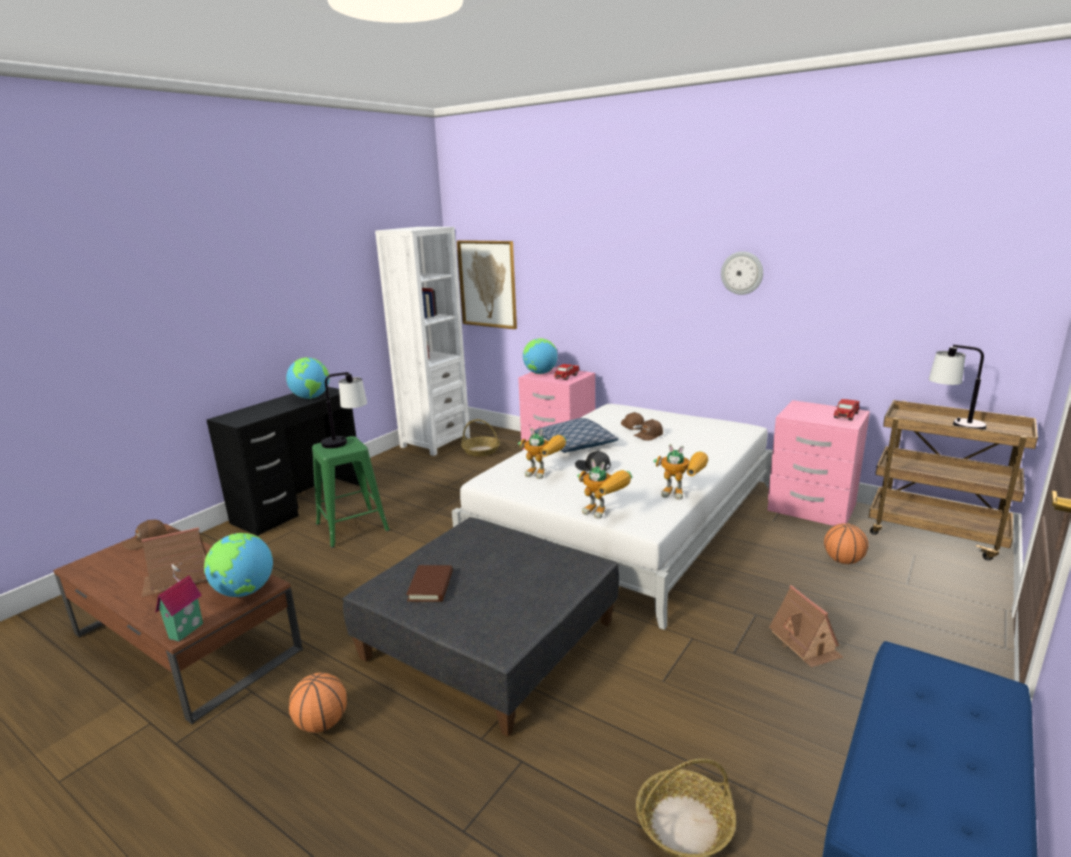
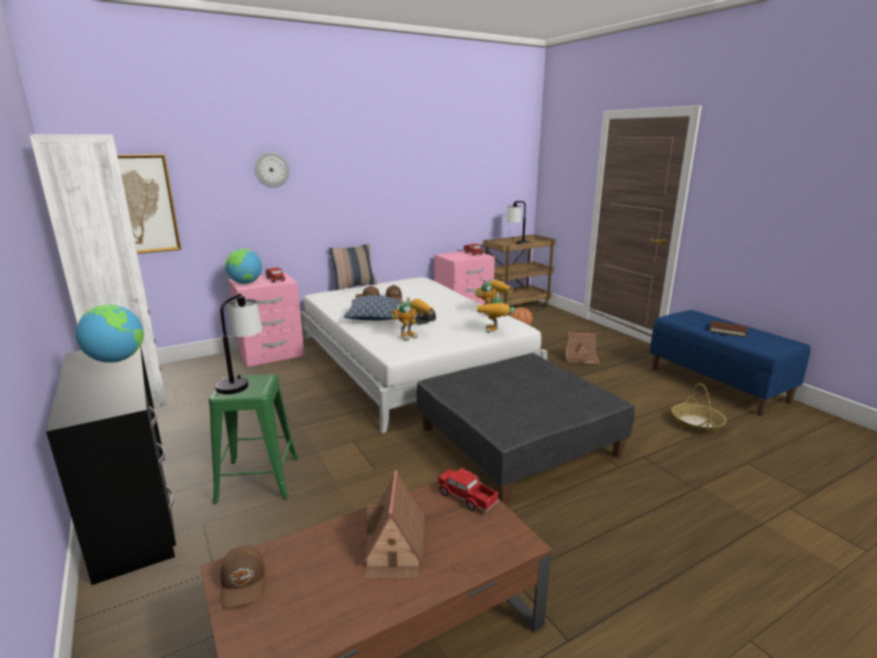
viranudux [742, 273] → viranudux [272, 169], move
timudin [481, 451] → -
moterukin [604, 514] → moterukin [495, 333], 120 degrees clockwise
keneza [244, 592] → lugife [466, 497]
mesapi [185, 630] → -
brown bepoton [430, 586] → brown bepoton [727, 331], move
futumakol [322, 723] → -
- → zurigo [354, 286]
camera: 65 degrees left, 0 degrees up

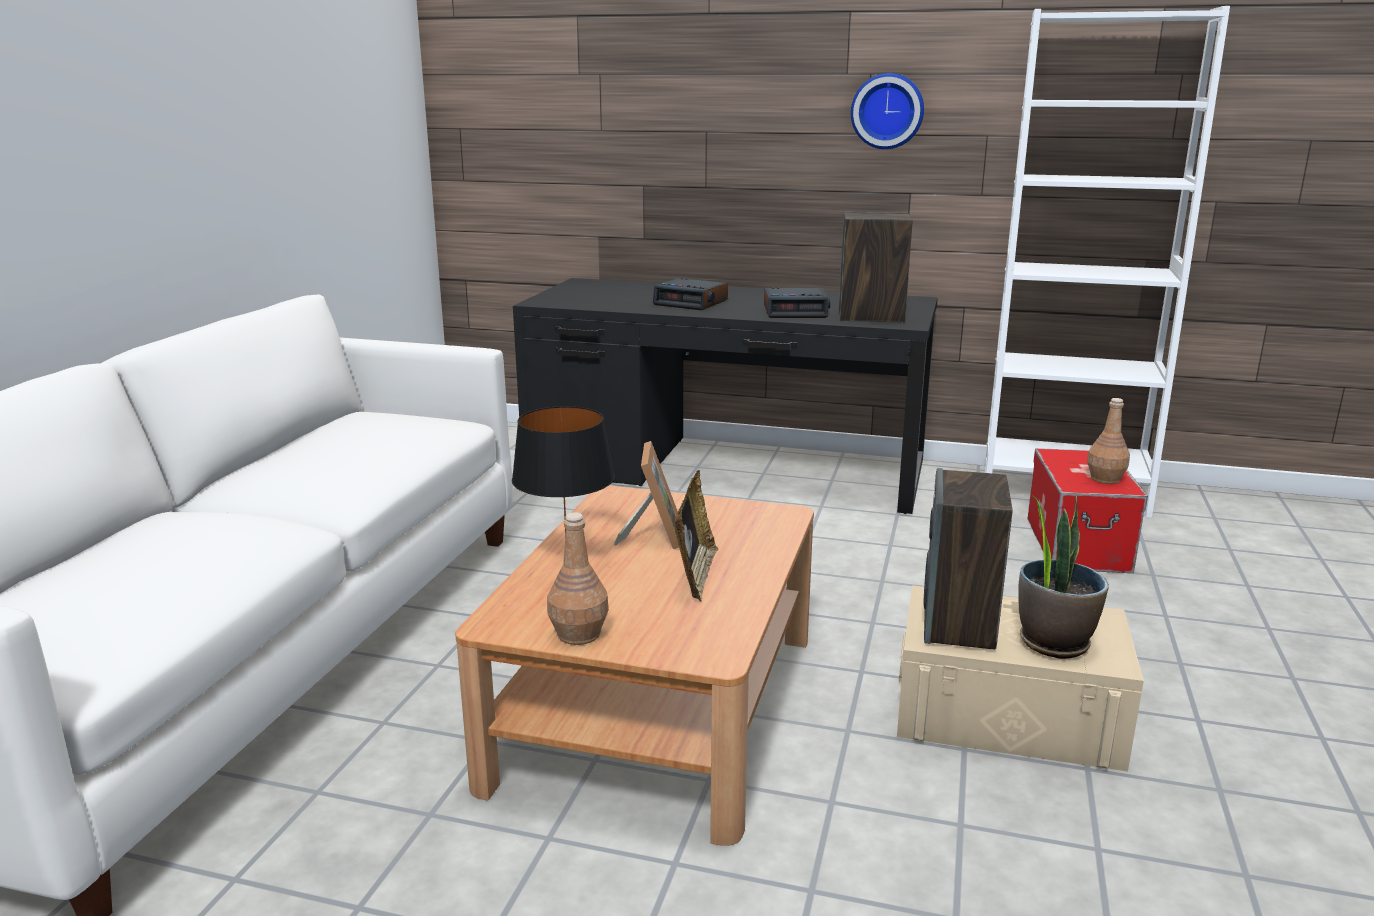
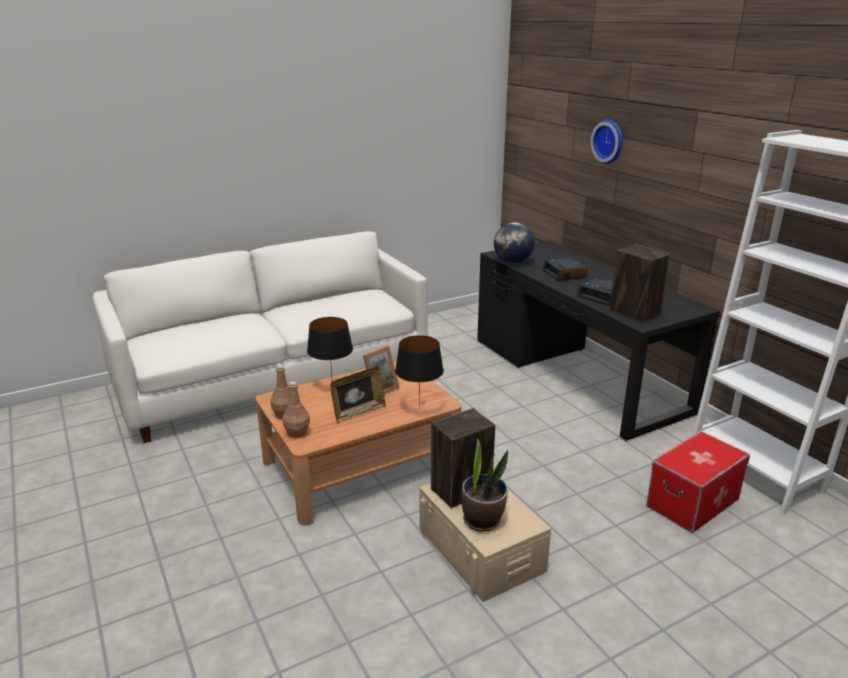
viranudux [887, 111] → viranudux [609, 141], move
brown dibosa [1104, 479] → brown dibosa [297, 432], move
- → keneza [512, 262]
- → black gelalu [418, 408]
camera: 45 degrees right, 5 degrees up

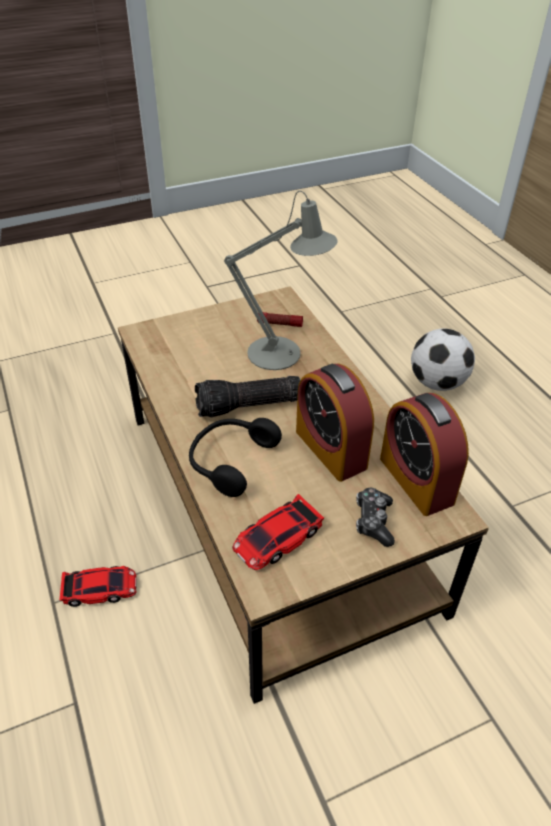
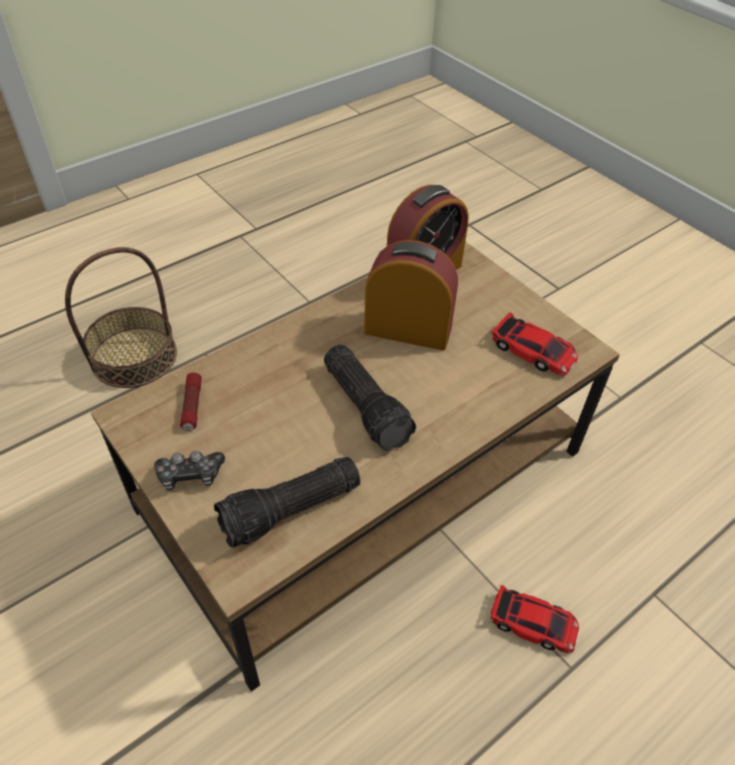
grey gelalu [282, 354] → -
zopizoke [437, 383] → timudin [134, 357]
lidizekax [330, 449] → lidizekax [407, 330], 120 degrees counterclockwise
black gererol [230, 460] → -
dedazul [373, 521] → dedazul [190, 475], move
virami [100, 589] → virami [533, 623], 135 degrees clockwise
- → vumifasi [291, 512]
camera: 105 degrees left, 5 degrees up

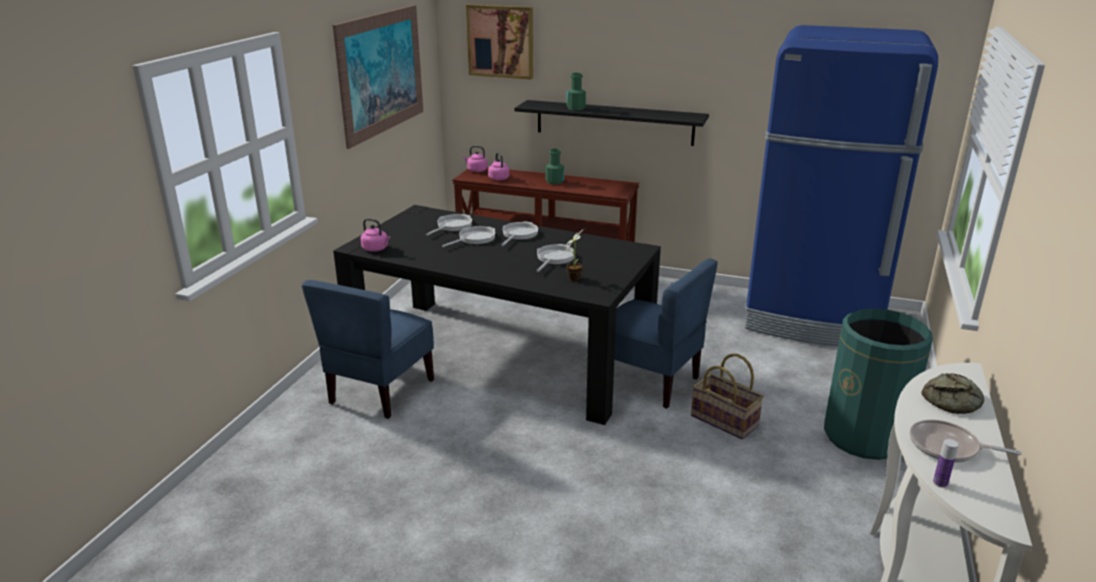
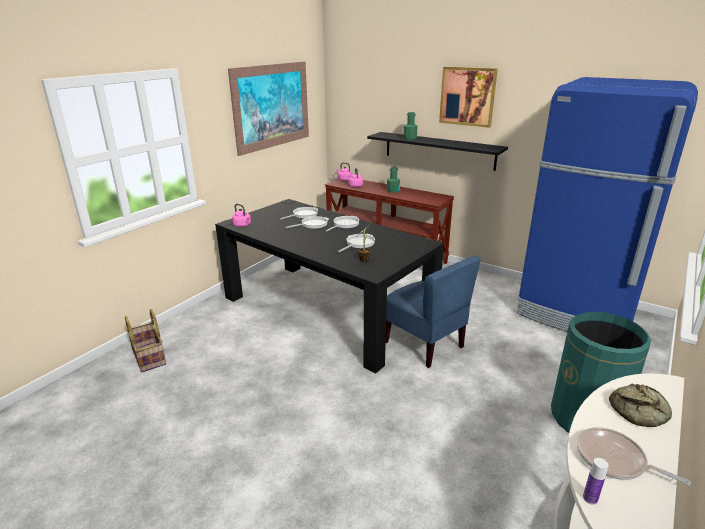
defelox [500, 41] → defelox [467, 96], move
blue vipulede [380, 391] → -
timudin [725, 420] → timudin [150, 357], move
camera: 15 degrees right, 0 degrees up

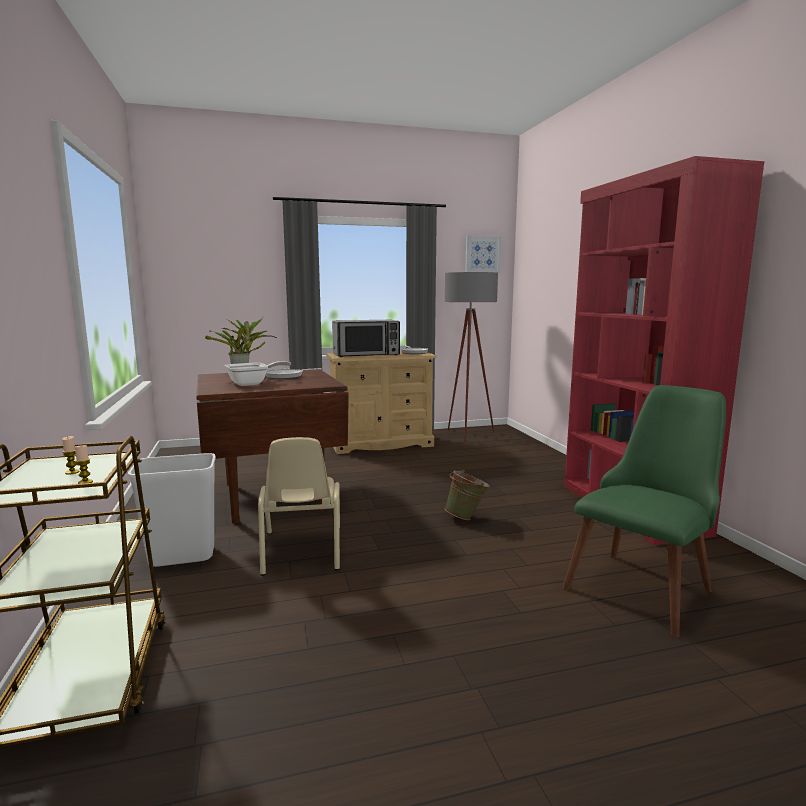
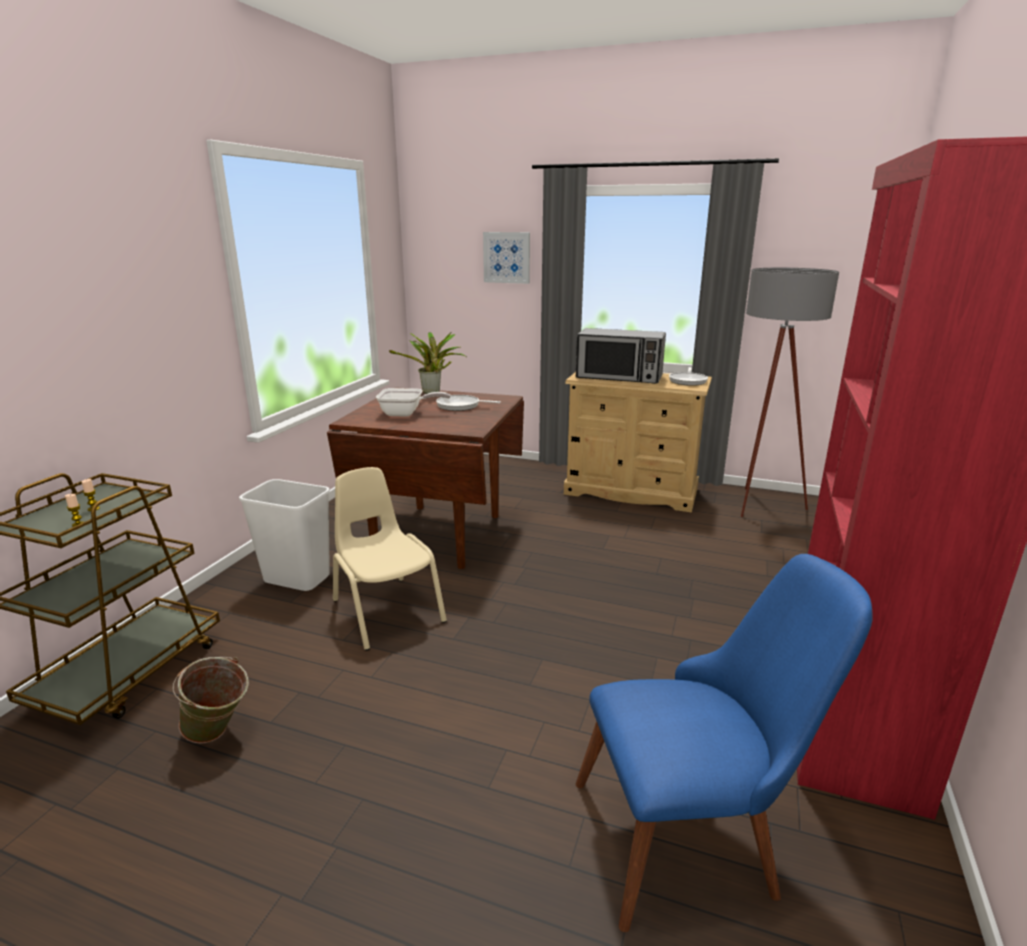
defelox [482, 255] → defelox [507, 257], move
green vipulede [645, 582] → blue vipulede [695, 832]
beige vipulede [301, 550] → beige vipulede [387, 611], 120 degrees clockwise
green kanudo [467, 517] → green kanudo [219, 734], move
camera: 35 degrees right, 10 degrees up

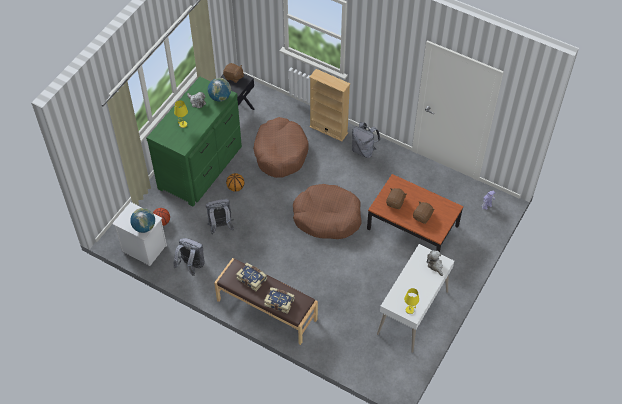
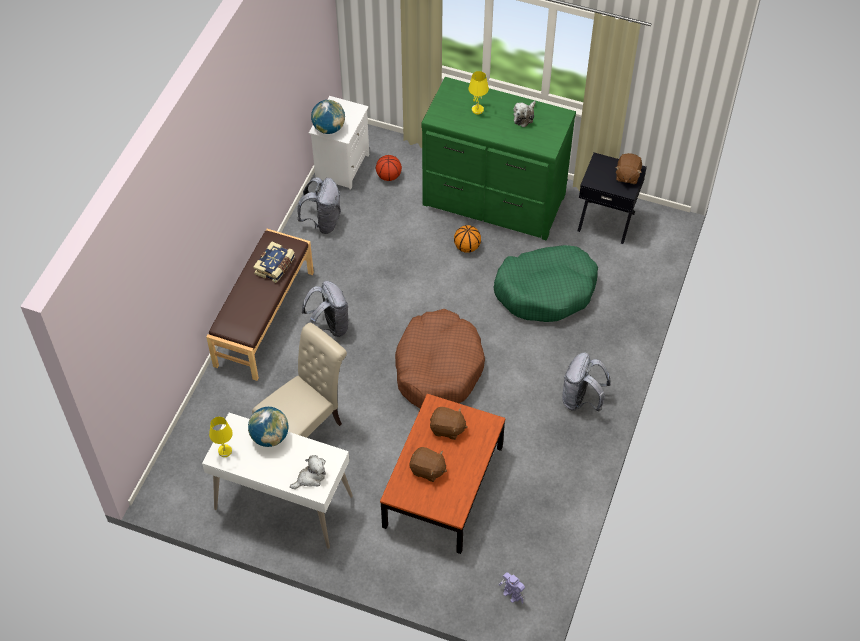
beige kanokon [328, 130] → -
keneza [220, 97] → keneza [270, 437], move
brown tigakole [280, 153] → green tigakole [546, 290]
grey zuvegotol [220, 226] → grey zuvegotol [329, 327], move
bepoton [279, 302] → -
- → beige vipulede [306, 428]
camera: 80 degrees right, 0 degrees up

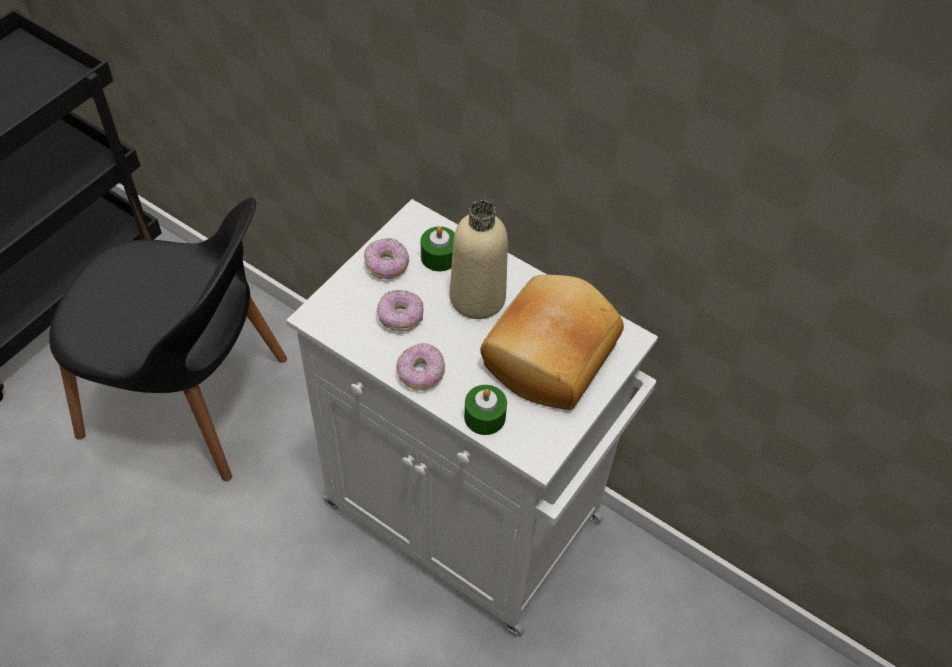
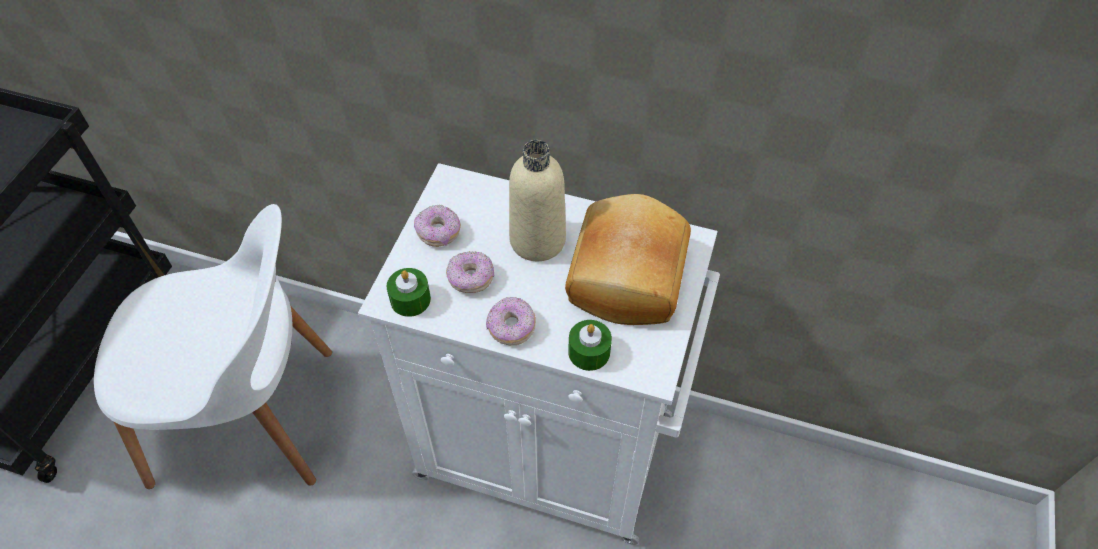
black vipulede [190, 399] → white vipulede [250, 417]
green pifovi [439, 257] → green pifovi [410, 299], move
camera: 15 degrees left, 0 degrees up

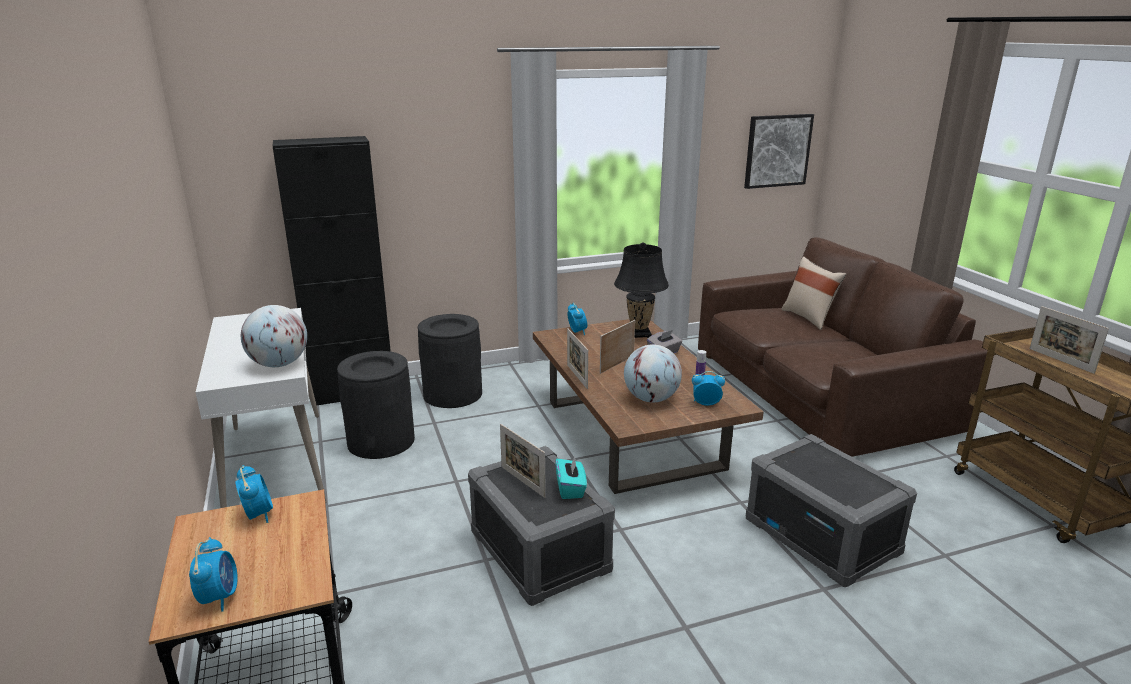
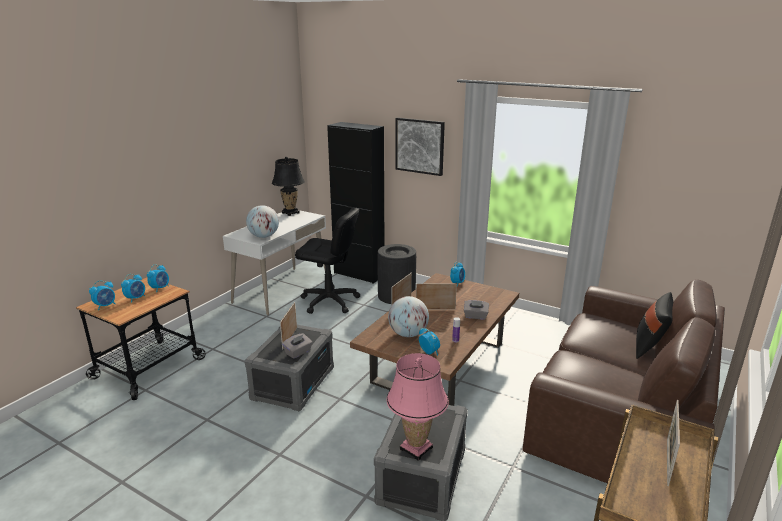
defelox [777, 151] → defelox [420, 146], move
black gelalu [638, 334] → black gelalu [290, 213], move
beige zurigo [809, 318] → black zurigo [649, 347]
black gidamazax [381, 441] → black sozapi [329, 301]
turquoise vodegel [570, 489] → grey vodegel [298, 352]
- → lidizekax [136, 298]
- → pink gelalu [416, 448]
camera: 50 degrees right, 0 degrees up

